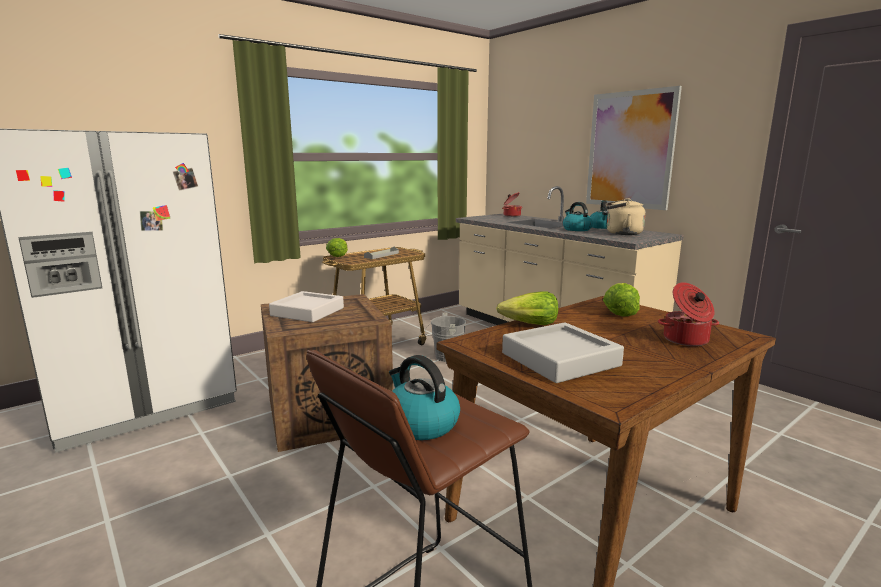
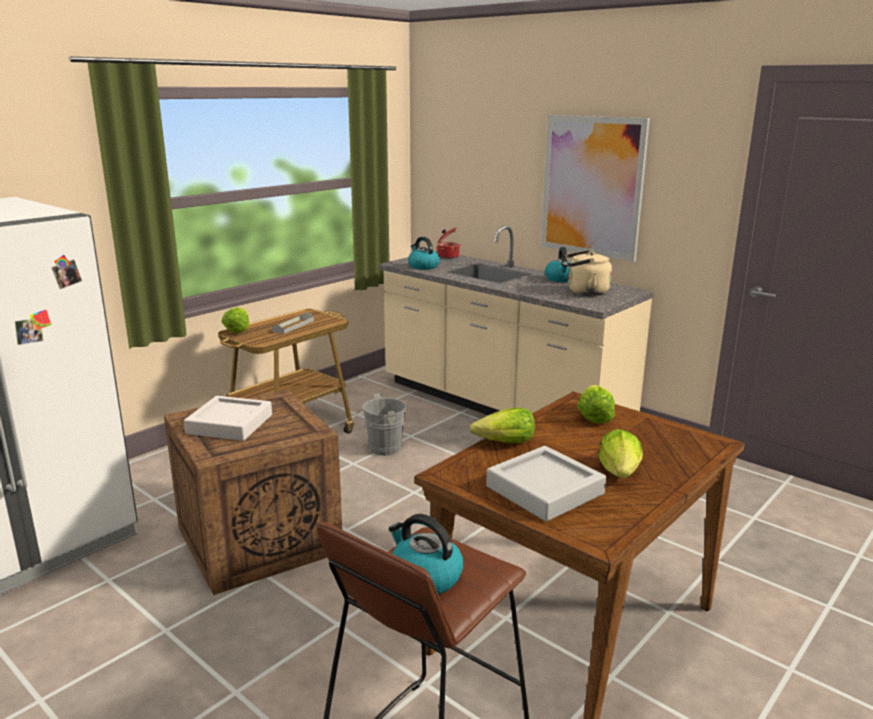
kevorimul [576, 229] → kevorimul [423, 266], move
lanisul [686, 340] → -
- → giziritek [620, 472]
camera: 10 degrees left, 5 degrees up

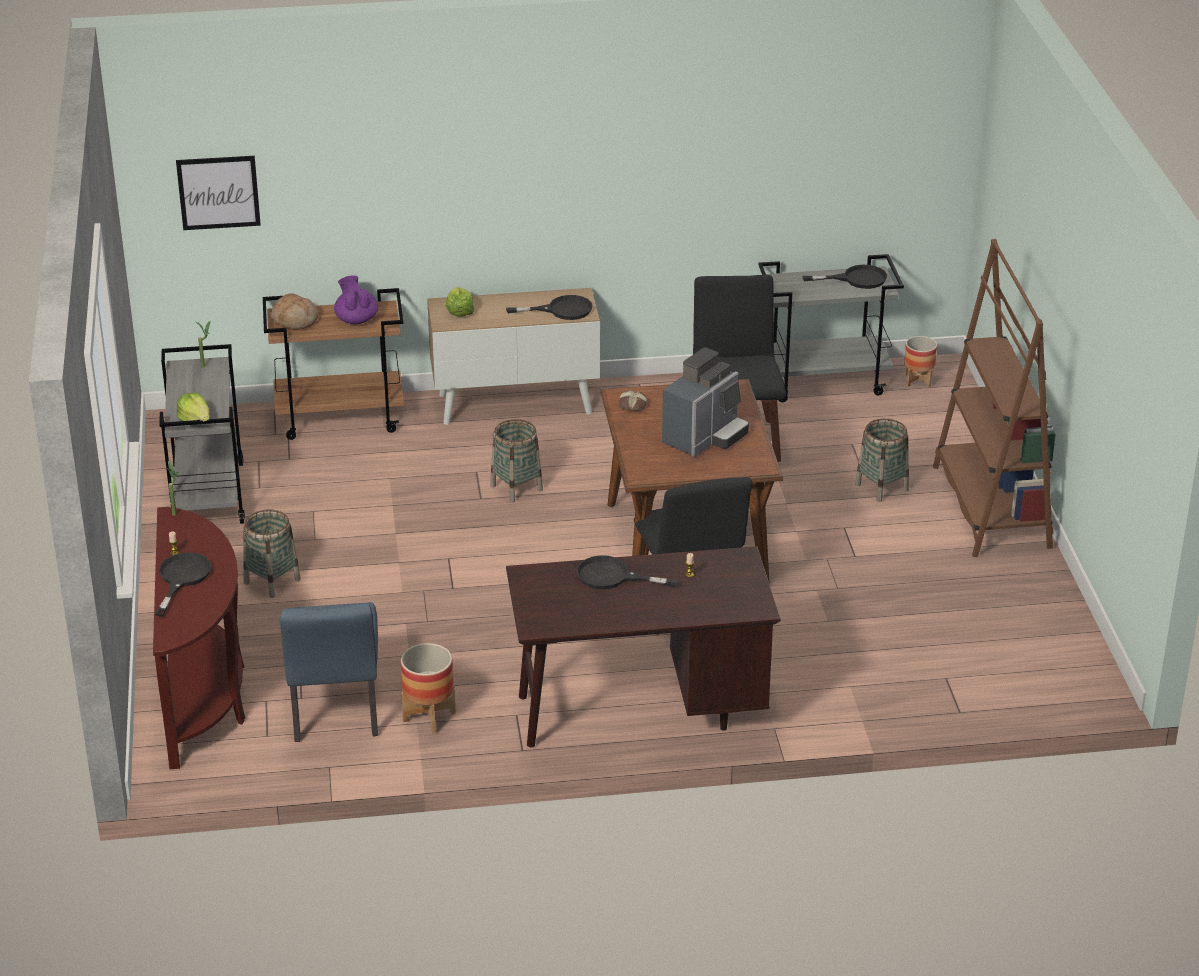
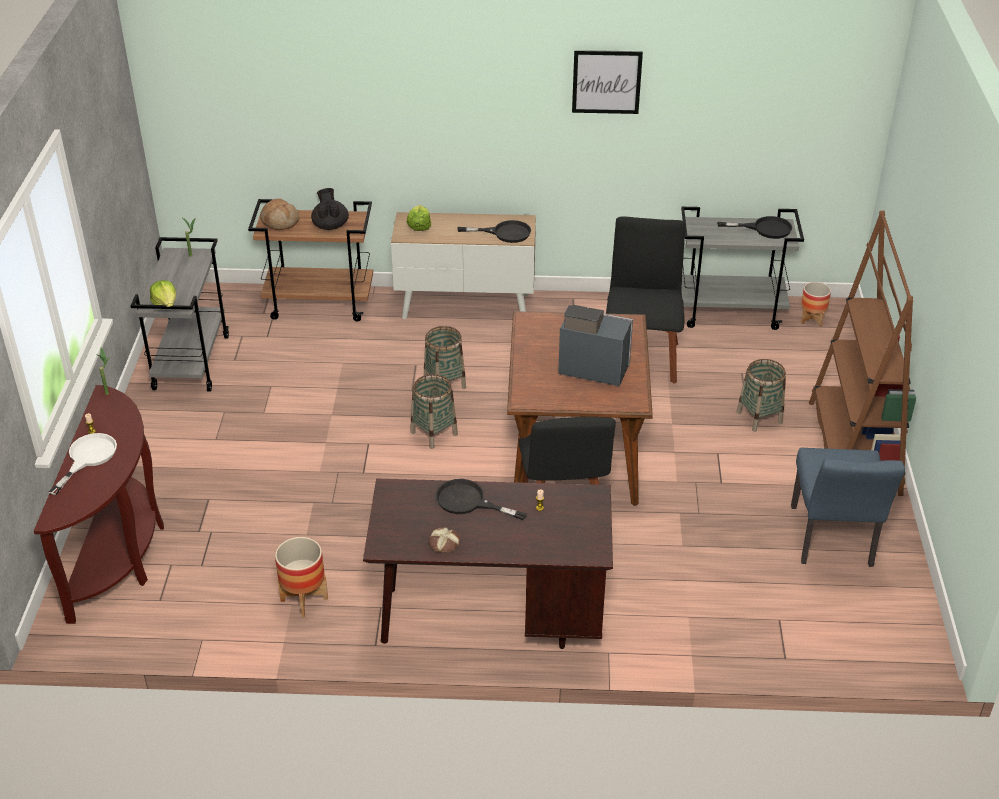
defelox [218, 192] → defelox [606, 81], move
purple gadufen [356, 319] → black gadufen [330, 225]
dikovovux [705, 437] → dikovovux [591, 368], 120 degrees counterclockwise
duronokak [632, 405] → duronokak [443, 544], move
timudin [272, 581] → timudin [434, 433], move
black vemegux [181, 578] → white vemegux [88, 458]
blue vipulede [334, 715] → blue vipulede [832, 542], move
camera: 10 degrees right, 5 degrees up

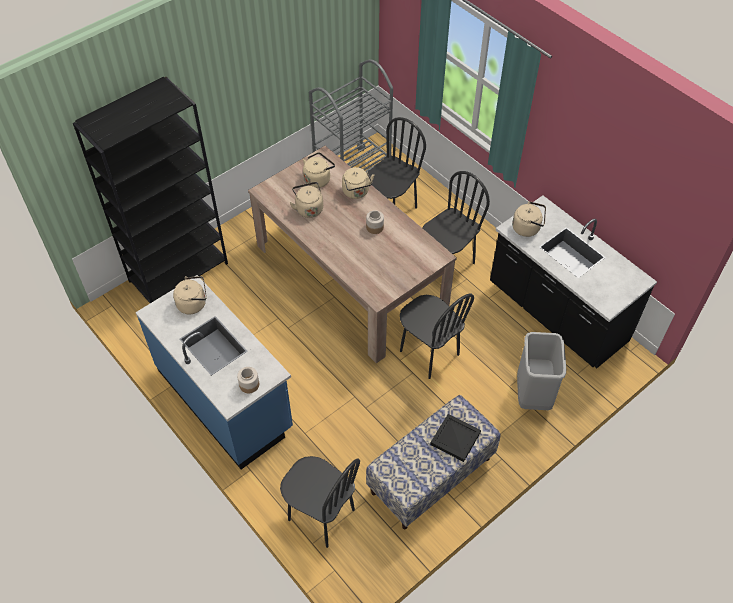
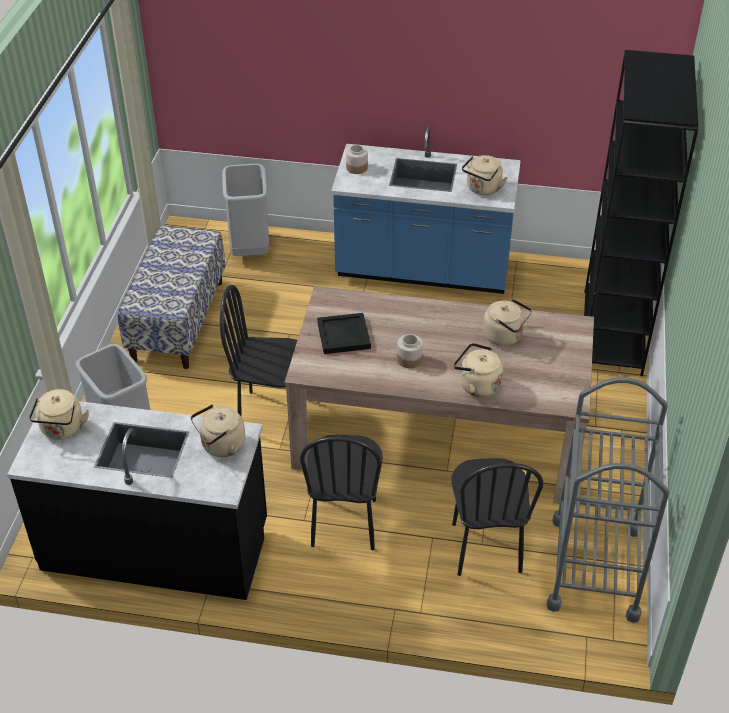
beige kevorimul [318, 179] → beige kevorimul [62, 430], move
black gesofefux [456, 438] → black gesofefux [343, 336], move
black vipulede [321, 515] → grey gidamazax [249, 249]
camera: 140 degrees right, 10 degrees down

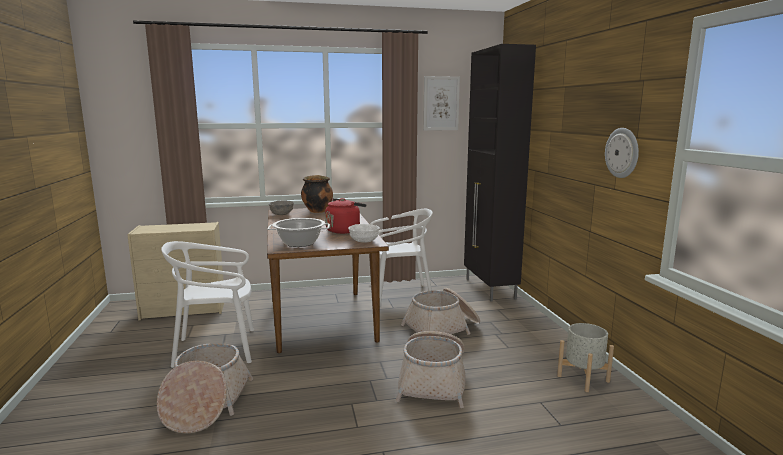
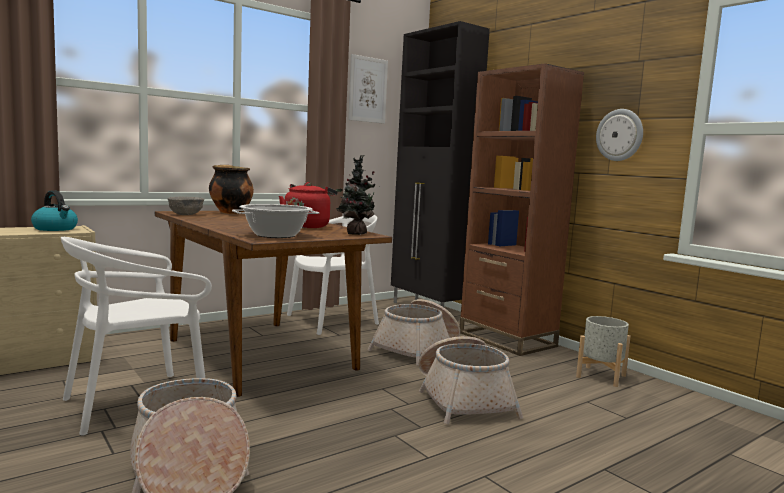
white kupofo [363, 241] → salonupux [354, 233]
- → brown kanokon [507, 339]
- → kevorimul [55, 229]
camera: 25 degrees left, 5 degrees down

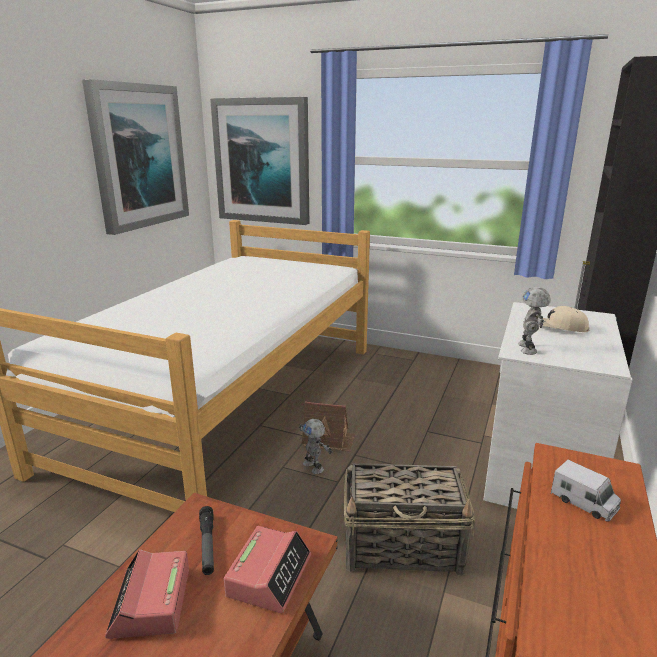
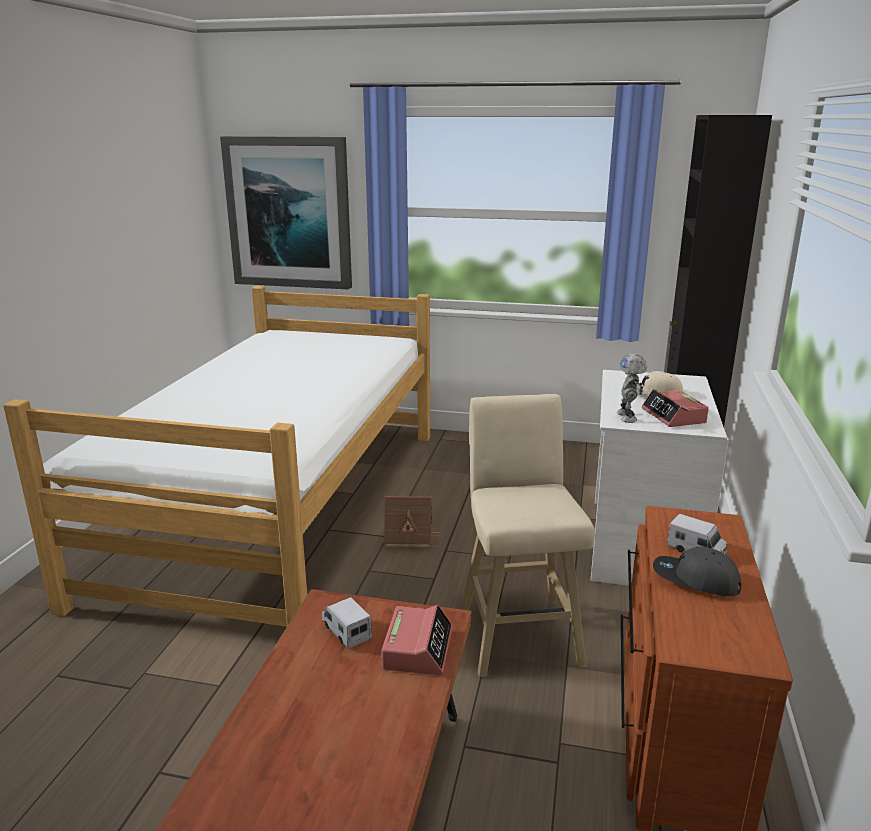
defelox [139, 156] → -
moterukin [314, 466] → -
timudin [403, 546] → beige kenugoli [518, 632]
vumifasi [207, 544] → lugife [346, 631]
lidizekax [151, 602] → lidizekax [673, 416], move
- → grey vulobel [695, 580]
camera: 10 degrees left, 0 degrees up

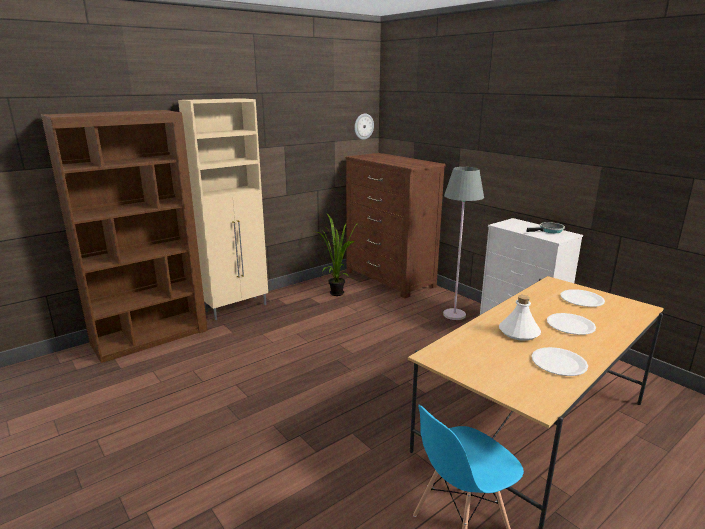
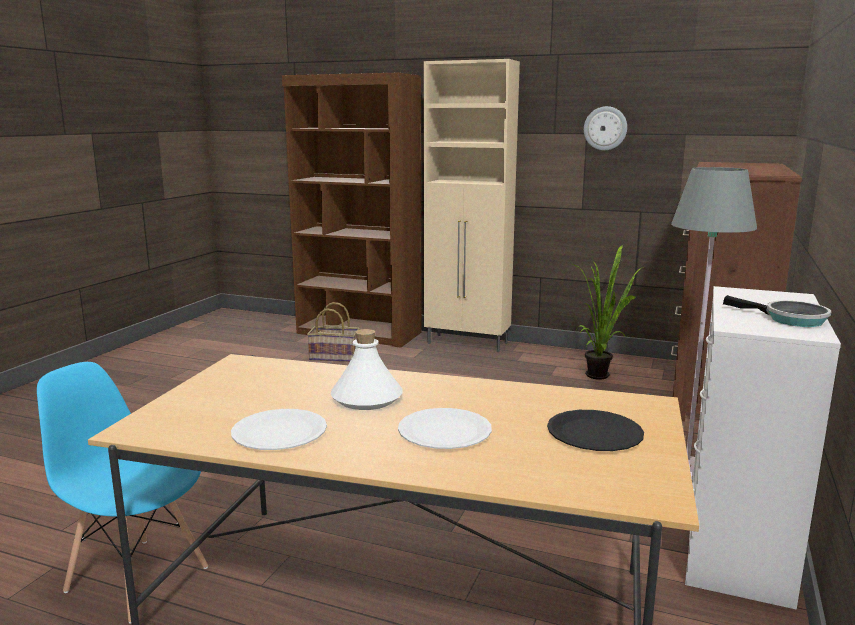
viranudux [363, 126] → viranudux [605, 128], move
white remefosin [581, 299] → black remefosin [594, 433]
- → timudin [335, 357]
camera: 60 degrees right, 5 degrees down

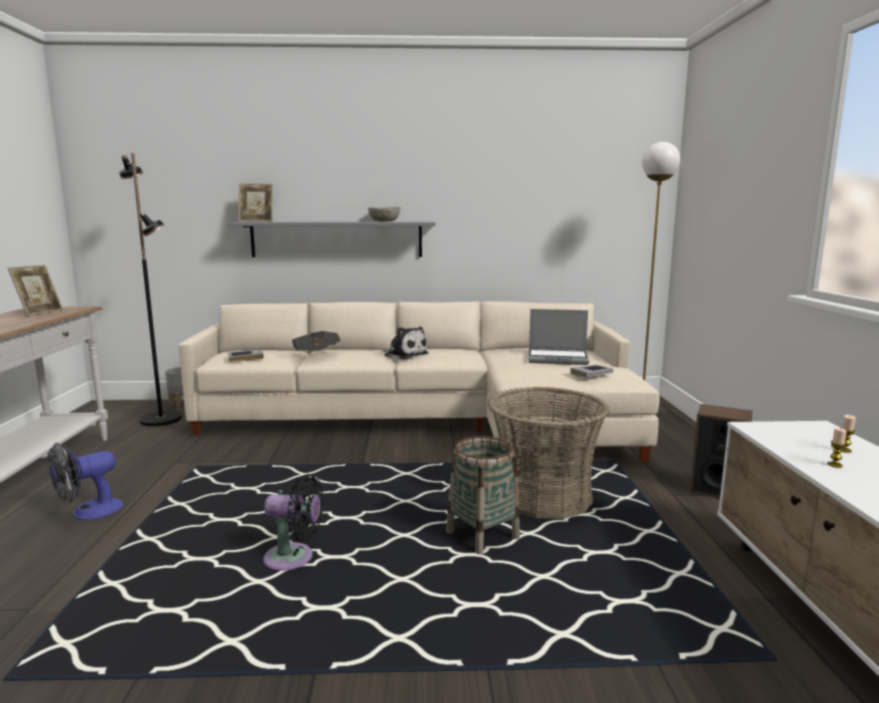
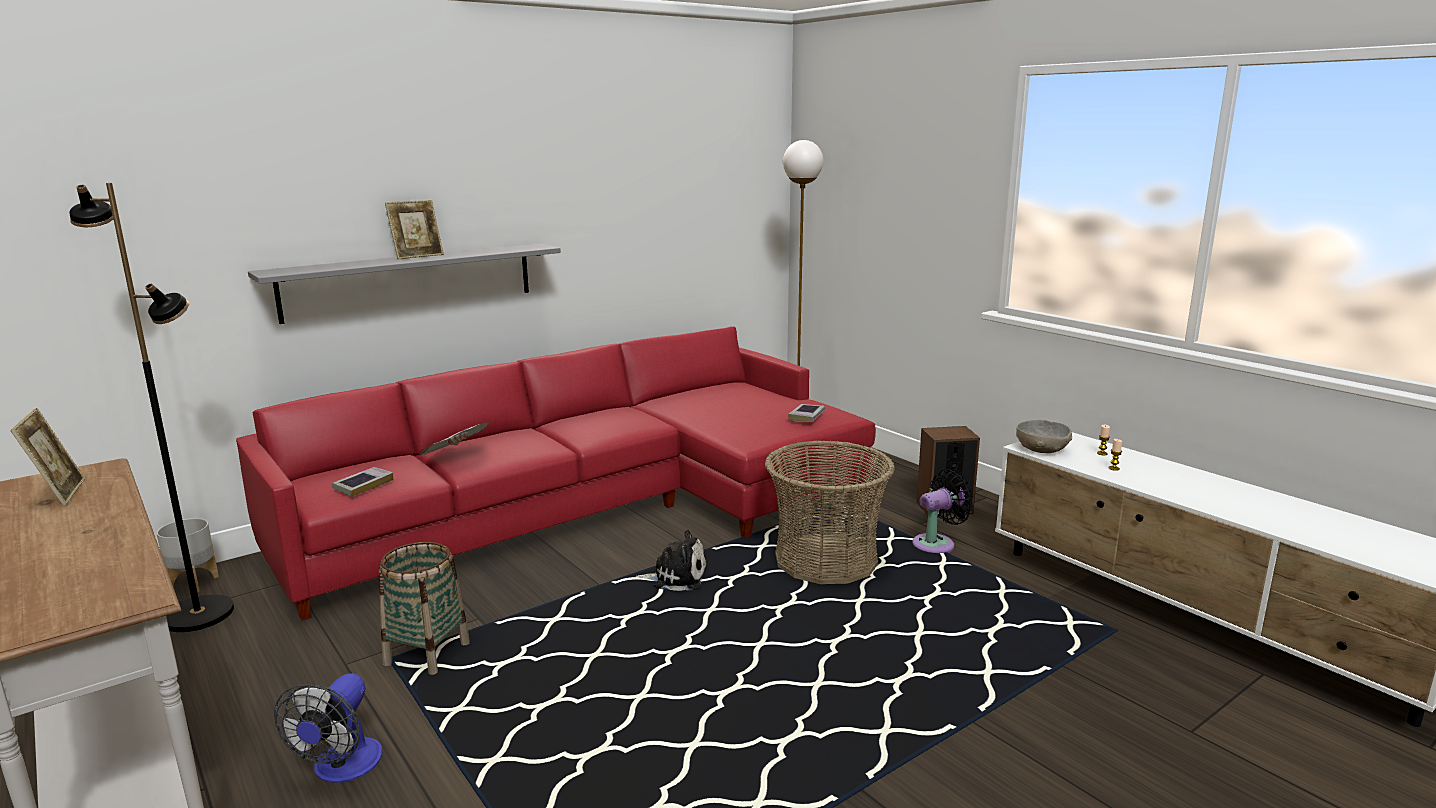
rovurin [257, 221] → rovurin [418, 256], move
grey kupofo [384, 221] → grey kupofo [1041, 449], move
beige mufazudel [433, 420] → red mufazudel [600, 507]
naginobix [558, 358] → -
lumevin [404, 355] → lumevin [676, 577], move
timudin [482, 536] → timudin [427, 654], move
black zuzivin [294, 559] → black zuzivin [937, 544], move
camera: 35 degrees left, 5 degrees up

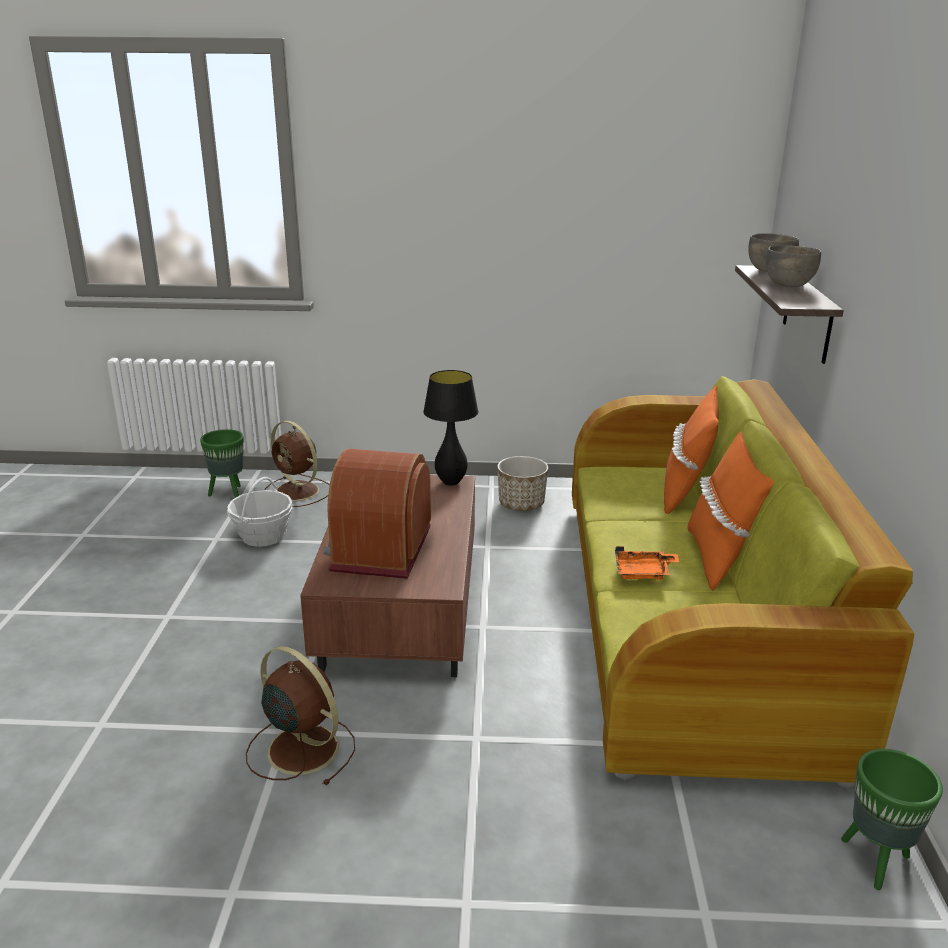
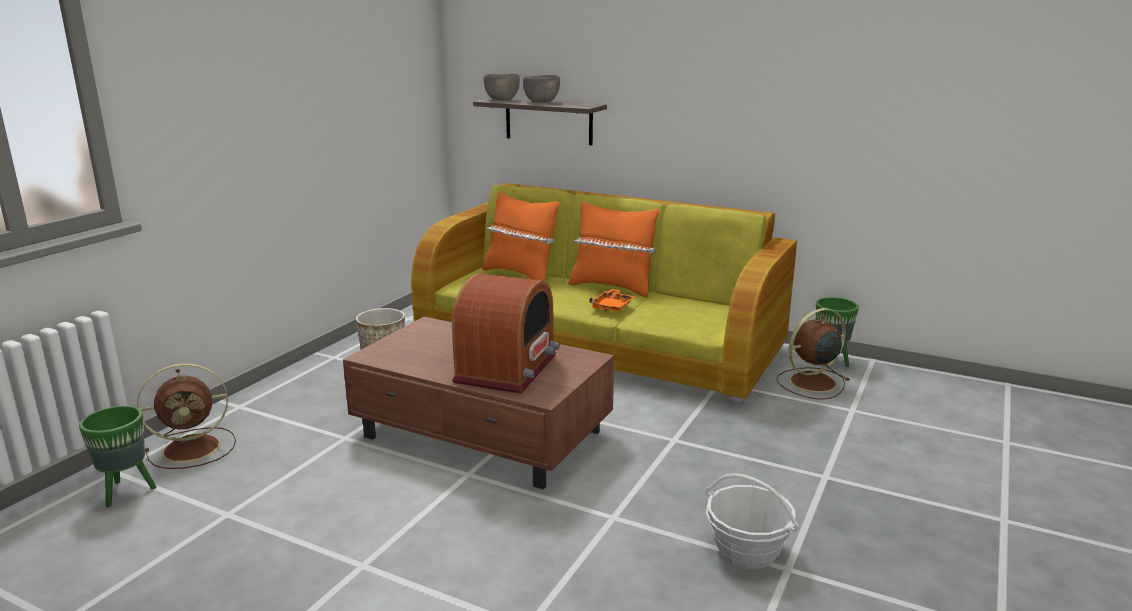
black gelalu [450, 482] → -
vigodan [380, 548] → vigodan [507, 368], 105 degrees counterclockwise
timudin [263, 536] → timudin [747, 551], move
brown zuzivin [300, 748] → brown zuzivin [811, 383], move
camera: 65 degrees left, 5 degrees down

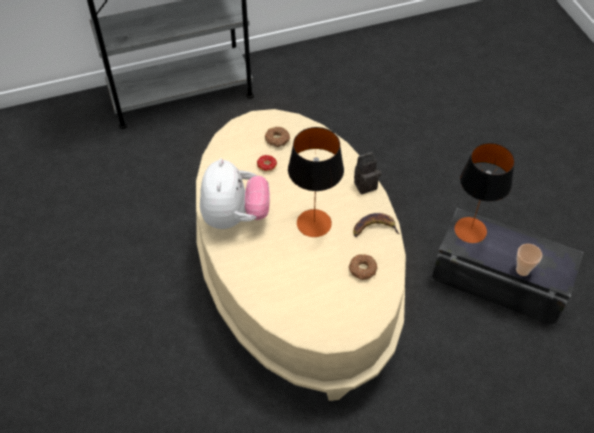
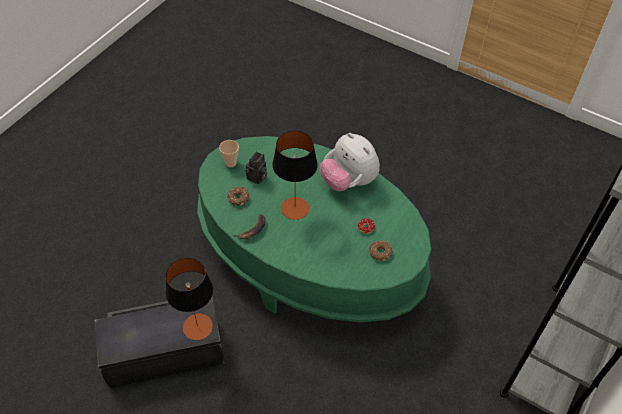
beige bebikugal [297, 279] → green bebikugal [309, 259]
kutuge [365, 184] → kutuge [257, 178], move
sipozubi [522, 270] → sipozubi [230, 163], move
camera: 140 degrees right, 0 degrees up

